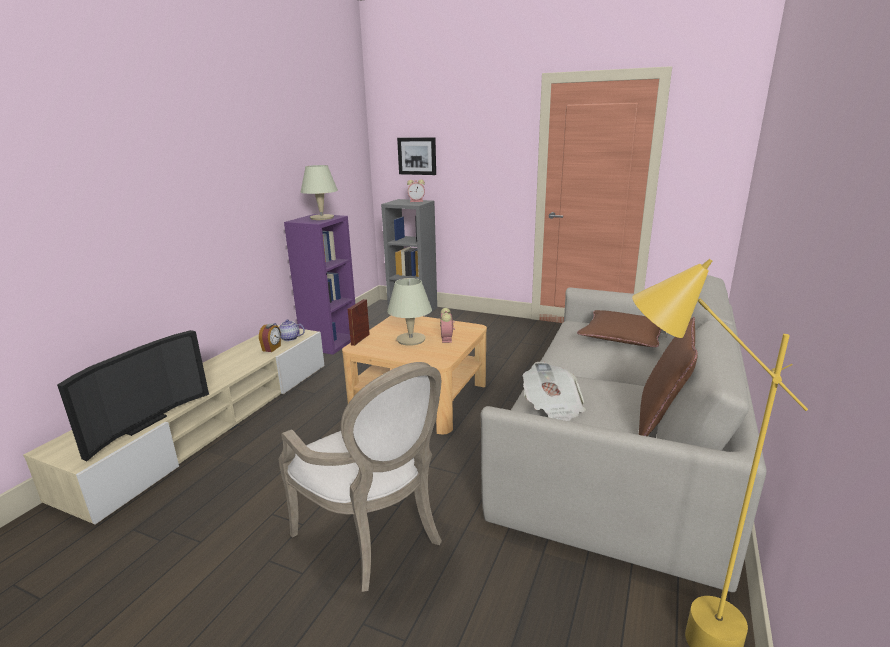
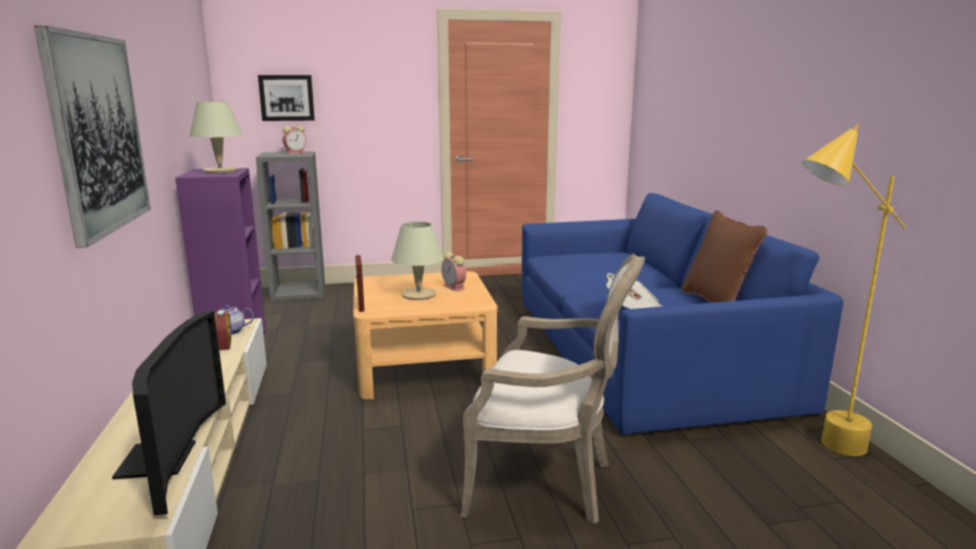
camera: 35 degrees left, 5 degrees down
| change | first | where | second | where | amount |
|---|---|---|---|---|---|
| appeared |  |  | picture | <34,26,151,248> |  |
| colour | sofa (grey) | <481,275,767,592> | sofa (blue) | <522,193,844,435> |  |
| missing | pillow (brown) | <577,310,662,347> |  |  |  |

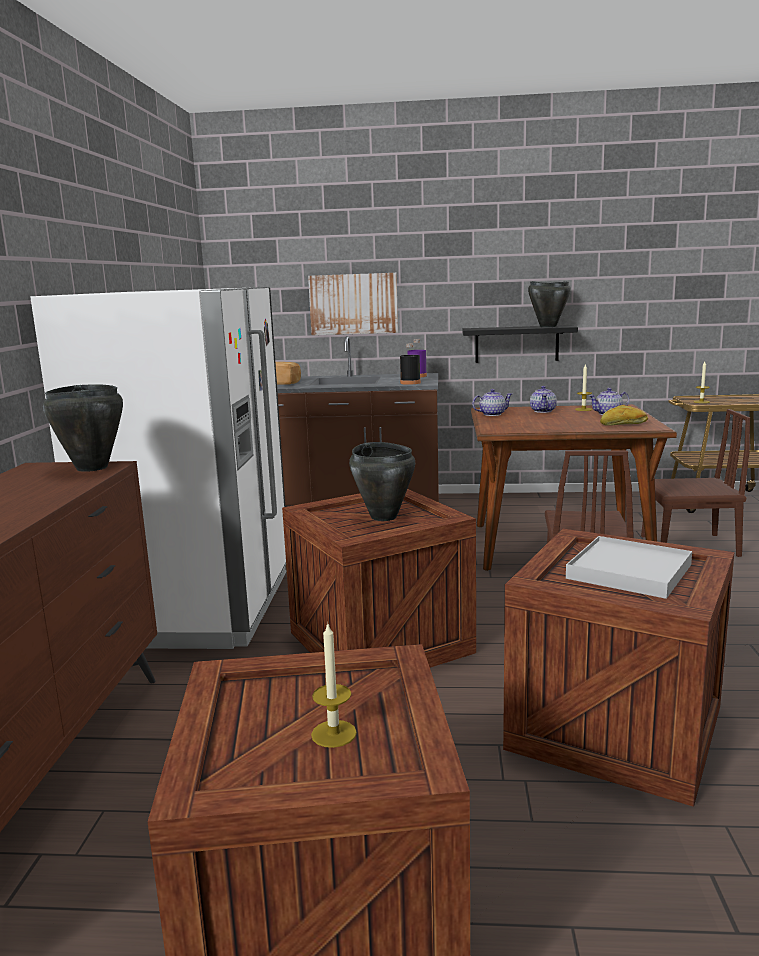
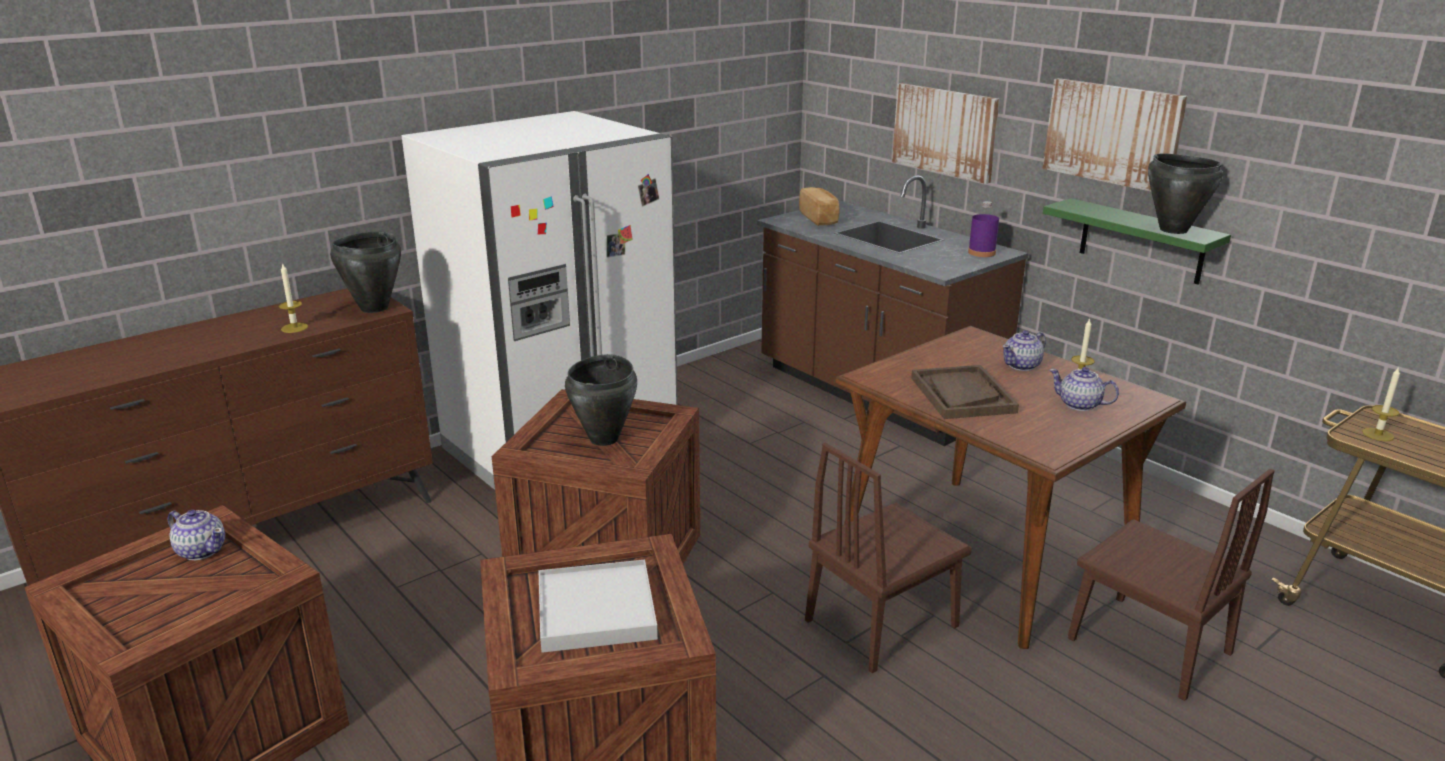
camera: 45 degrees right, 10 degrees up
| change | first | where | second | where | amount |
|---|---|---|---|---|---|
| relocated | teapot | <472,389,512,416> |  | <167,510,225,560> |  |
| relocated | candle | <311,623,357,748> |  | <279,263,308,333> |  |
| appeared |  |  | tray (brown) | <911,365,1019,419> |  |
| appeared |  |  | picture | <1043,78,1188,191> |  |
| colour | shelf (black) | <462,325,578,363> | shelf (green) | <1043,198,1231,285> |  |
| missing | bottle (black) | <400,343,421,385> |  |  |  |
| missing | bread | <600,405,648,425> |  |  |  |

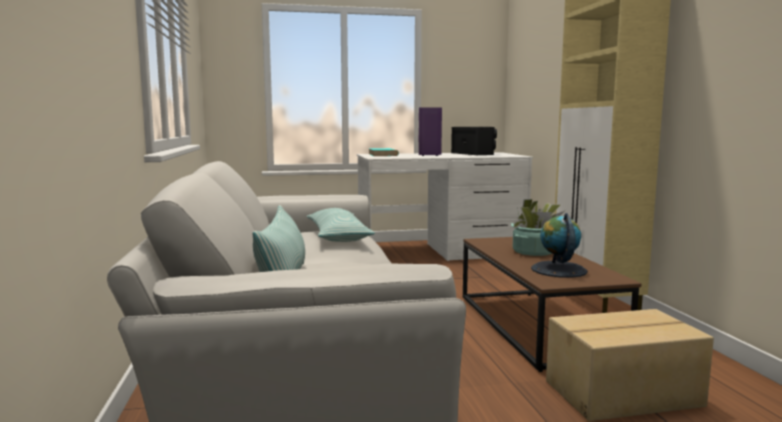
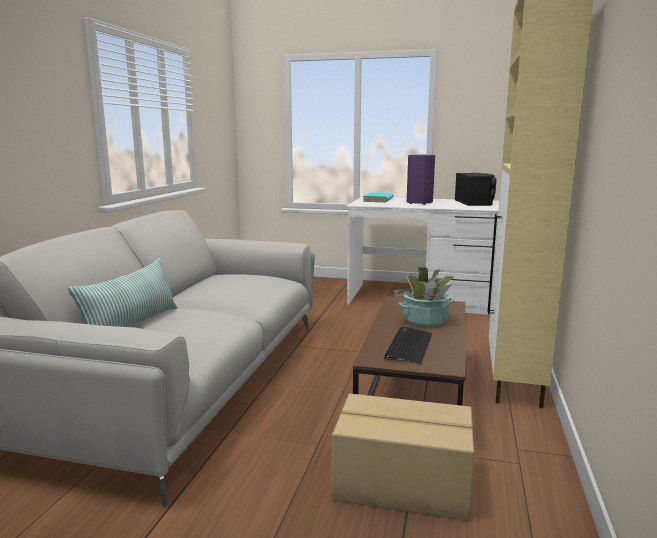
camera: 25 degrees right, 5 degrees up
| change | first | where | second | where | amount |
|---|---|---|---|---|---|
| exchanged | globe | <531,213,587,278> | keyboard | <384,326,432,364> |  |
| missing | pillow | <307,208,375,242> |  |  |  |

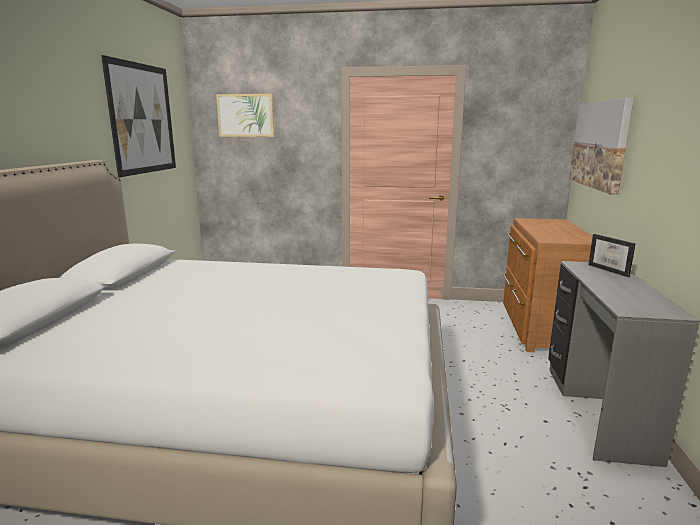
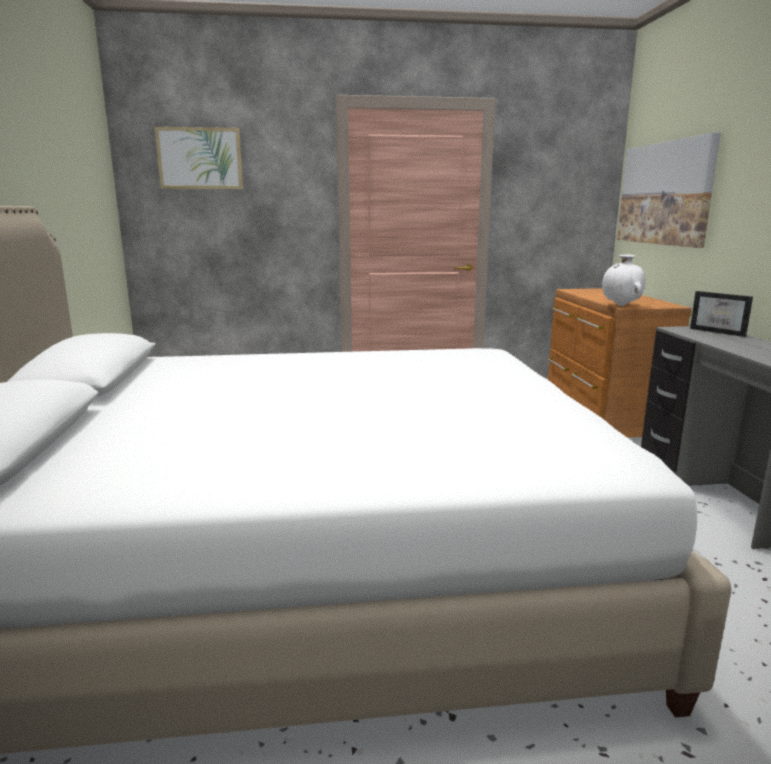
camera: 15 degrees left, 0 degrees up
| change | first | where | second | where | amount |
|---|---|---|---|---|---|
| appeared |  |  | vase (white) | <602,255,645,306> |  |
| missing | picture | <101,55,176,177> |  |  |  |

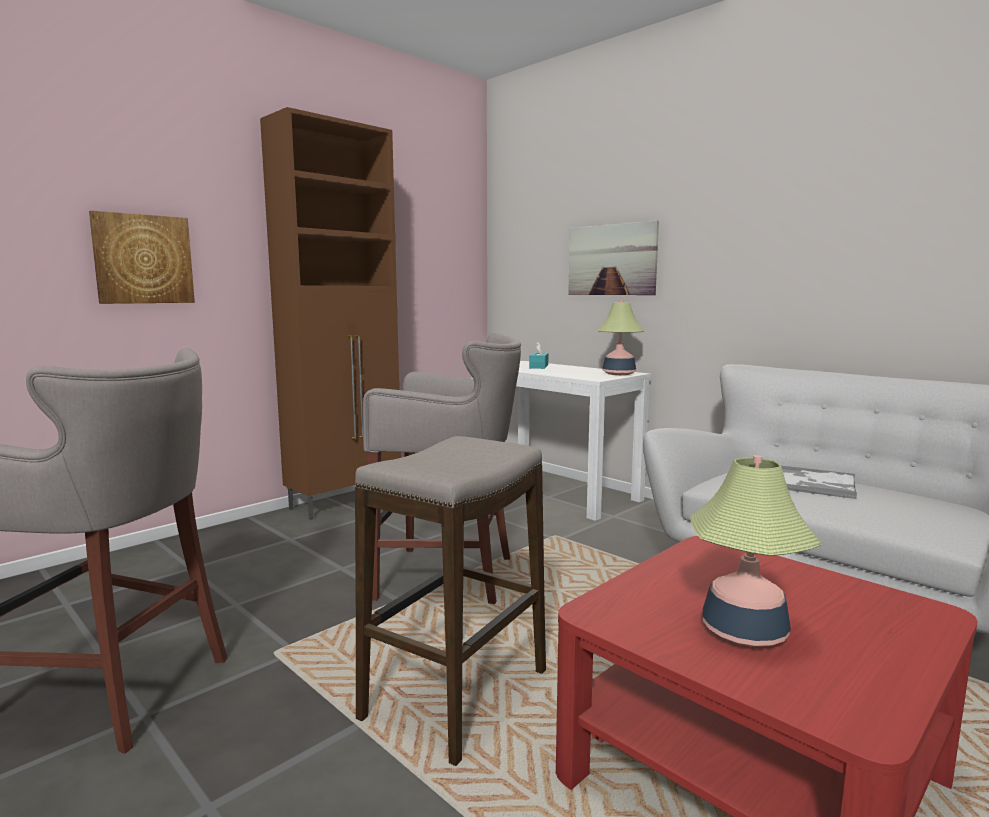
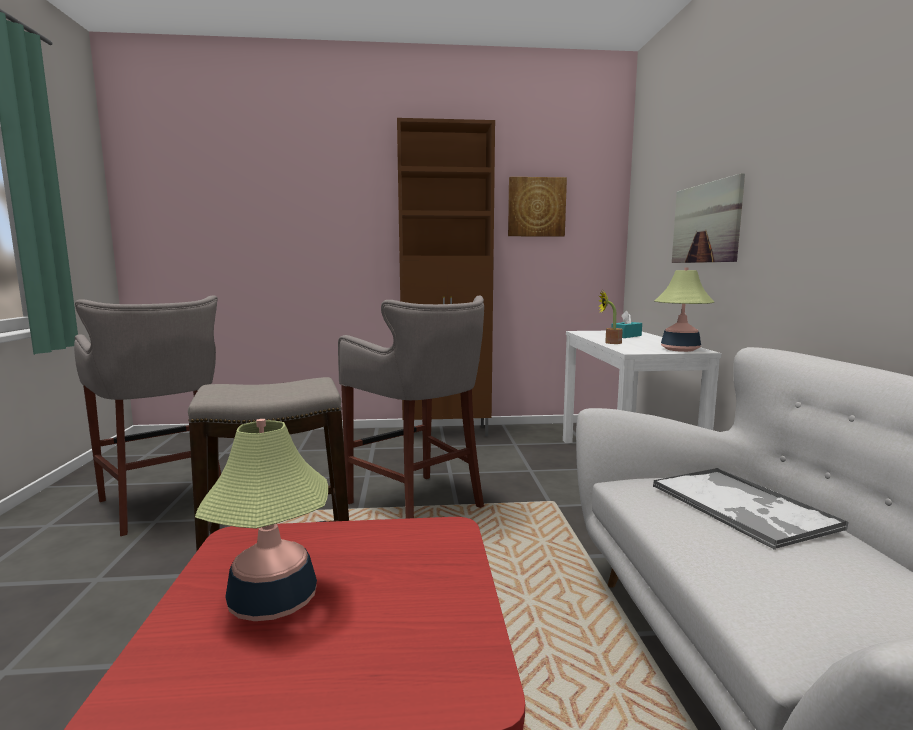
camera: 40 degrees right, 0 degrees up
| change | first | where | second | where | amount |
|---|---|---|---|---|---|
| relocated | picture | <89,210,195,304> |  | <508,177,567,237> |  |
| appeared |  |  | potted plant | <598,291,623,344> |  |

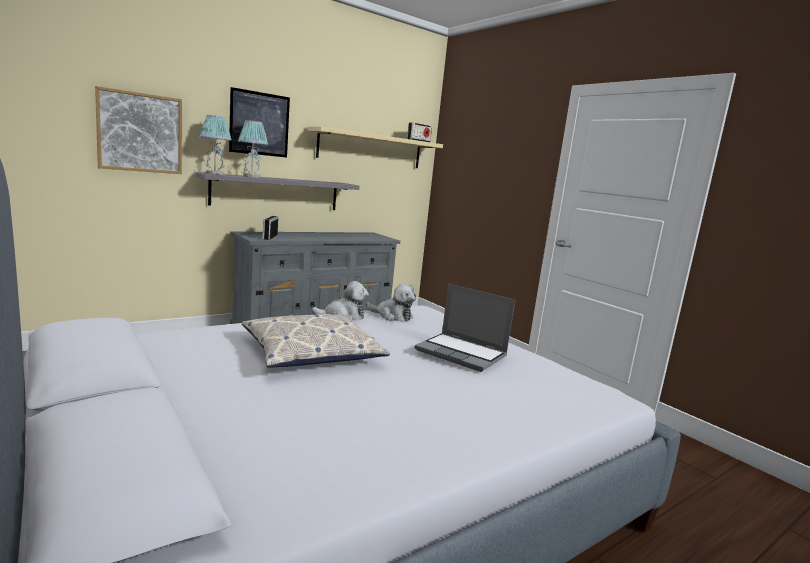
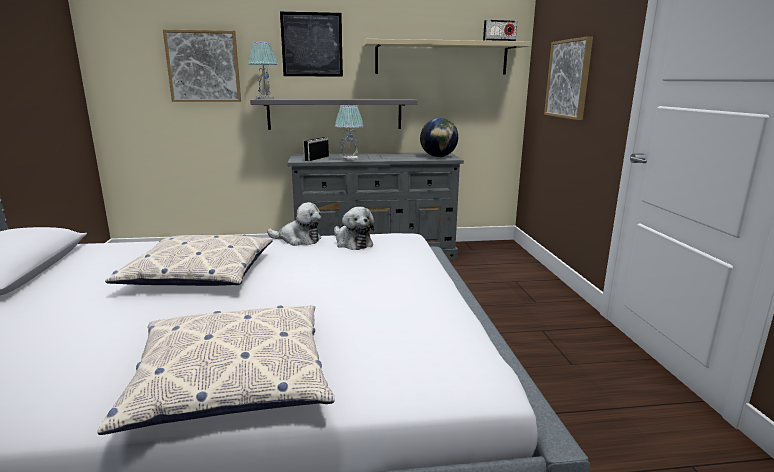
camera: 30 degrees right, 5 degrees up
| change | first | where | second | where | amount |
|---|---|---|---|---|---|
| appeared |  |  | pillow | <97,305,335,435> |  |
| relocated | table lamp | <238,120,268,178> |  | <335,105,364,161> |  |
| appeared |  |  | globe | <420,118,458,157> |  |
| appeared |  |  | picture | <544,36,593,120> |  |
| missing | laptop | <414,284,515,372> |  |  |  |

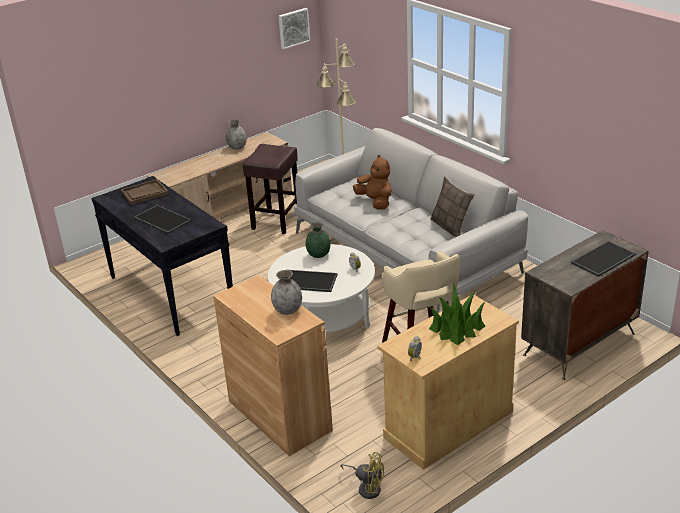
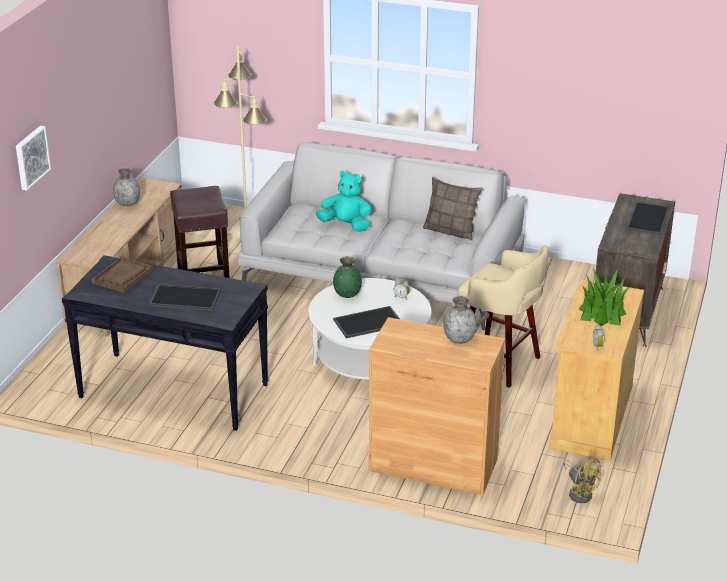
camera: 35 degrees left, 0 degrees up
| change | first | where | second | where | amount |
|---|---|---|---|---|---|
| relocated | picture | <278,8,310,49> |  | <16,126,51,190> |  |
| colour | plush toy (brown) | <353,155,392,209> | plush toy (turquoise) | <316,171,372,232> |  |
| spun | fan (yellow) | <340,452,384,499> |  | <563,456,602,503> | 60 degrees clockwise |

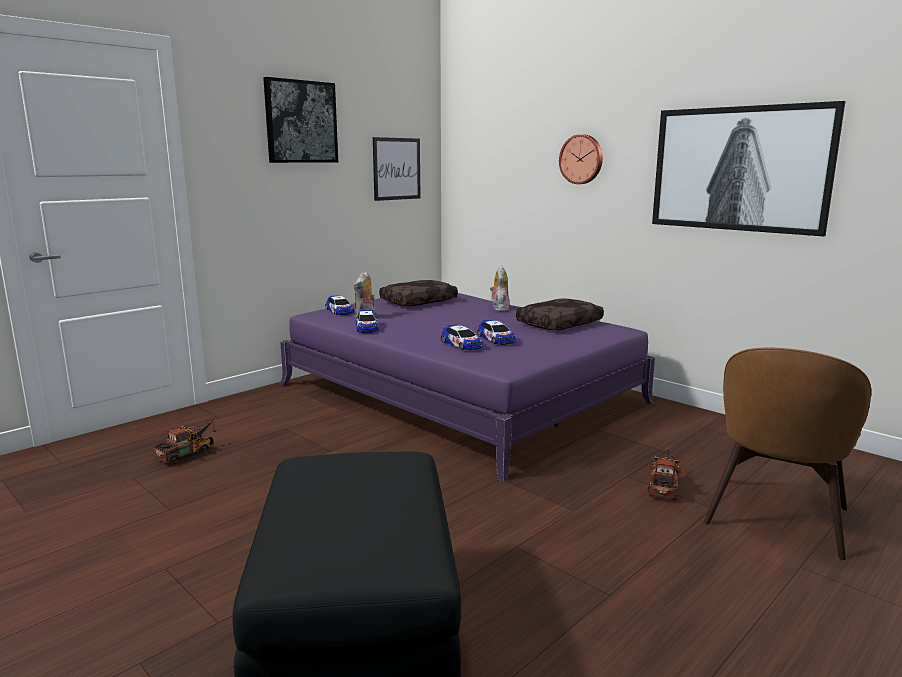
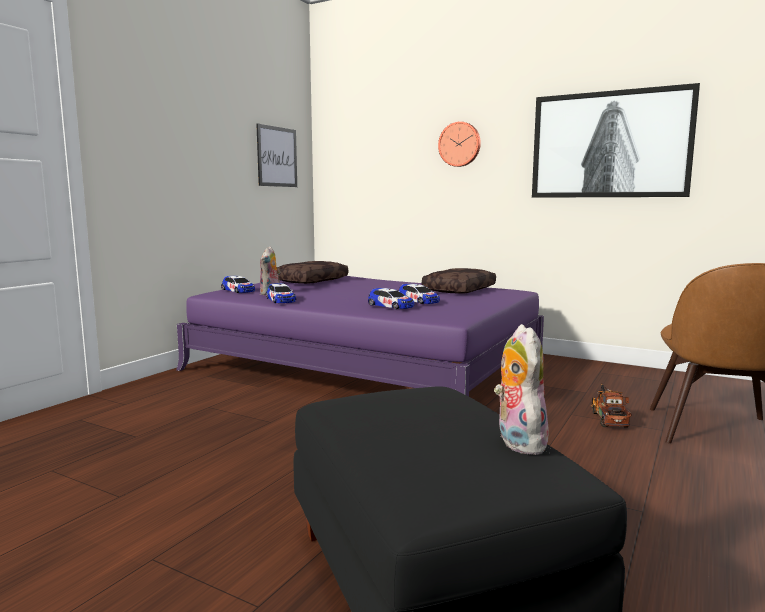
camera: 15 degrees left, 5 degrees down
| change | first | where | second | where | amount |
|---|---|---|---|---|---|
| relocated | plush toy | <490,266,509,311> |  | <494,324,549,455> |  |
| missing | toy truck | <153,420,216,464> |  |  |  |
| missing | picture | <263,77,338,163> |  |  |  |

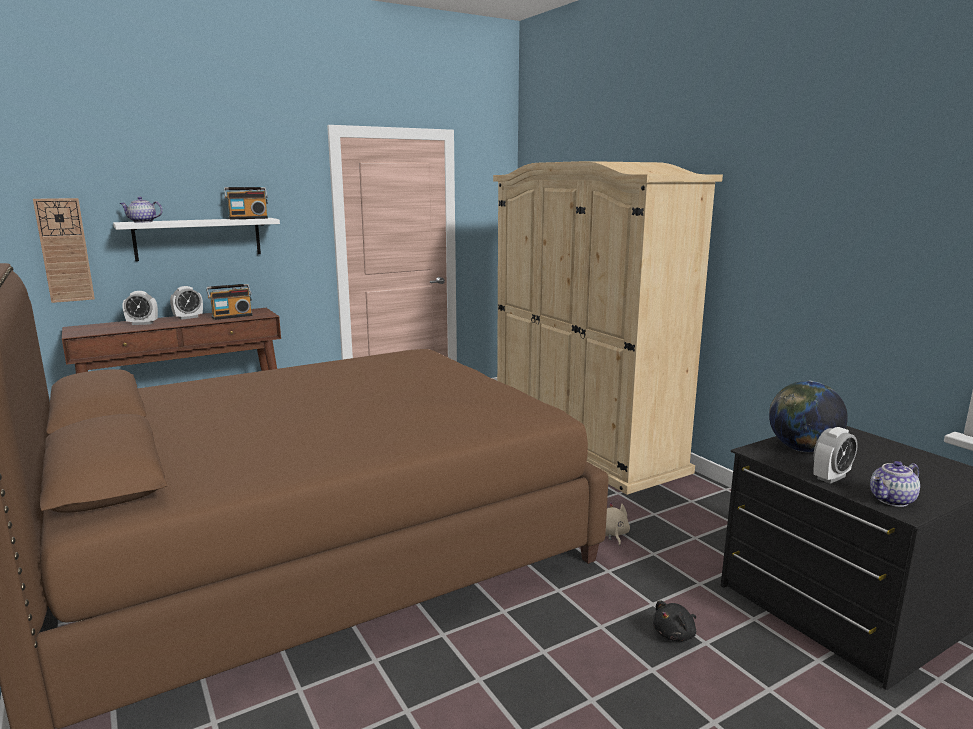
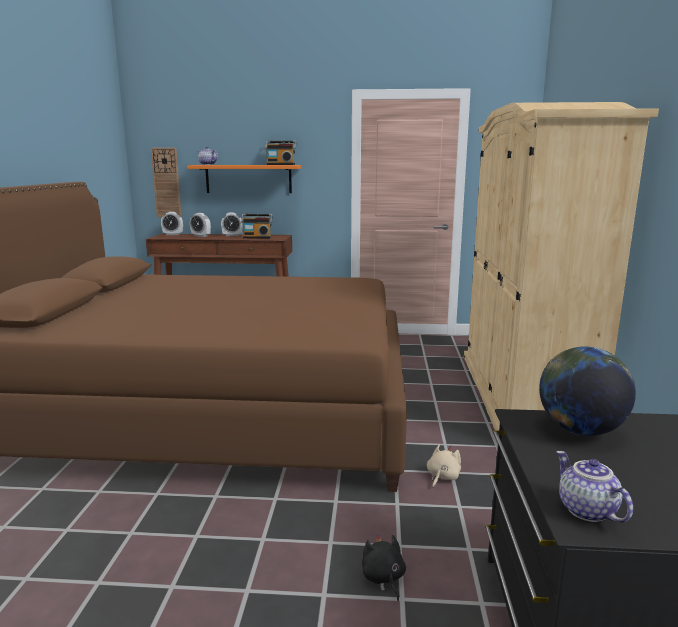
camera: 35 degrees right, 0 degrees up
| change | first | where | second | where | amount |
|---|---|---|---|---|---|
| relocated | alarm clock | <813,427,858,484> |  | <161,212,183,235> |  |
| colour | shelf (white) | <113,218,280,261> | shelf (orange) | <187,165,301,193> |  |
| spun | plush toy (black) | <653,601,696,641> |  | <362,533,406,601> | 75 degrees clockwise |
| spun | teapot | <870,461,920,507> |  | <556,451,633,523> | 60 degrees clockwise |

